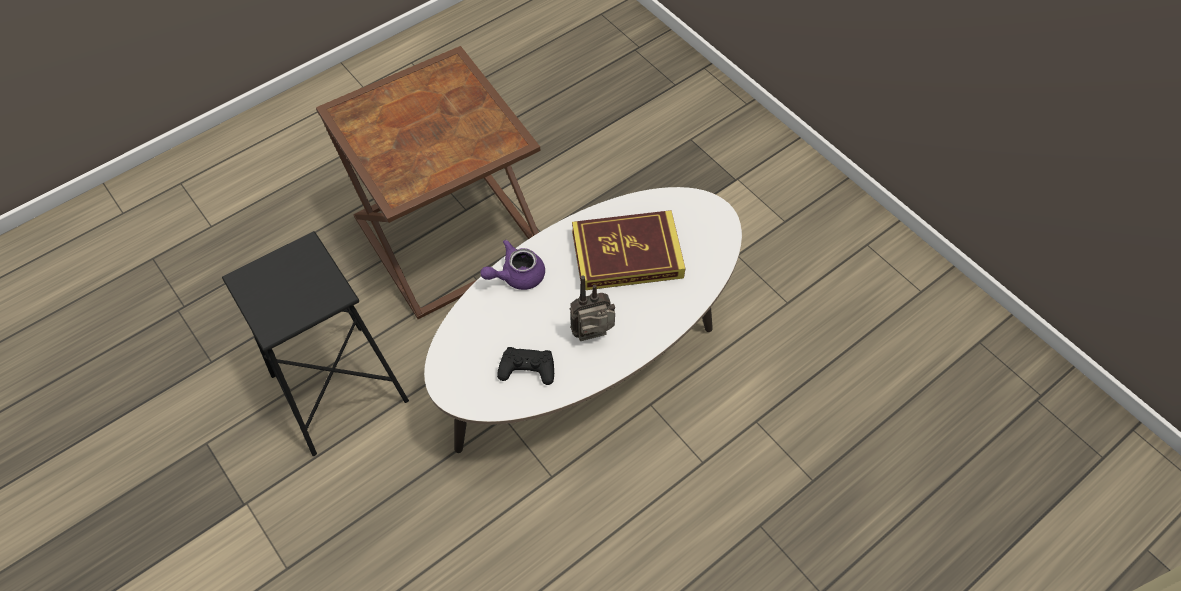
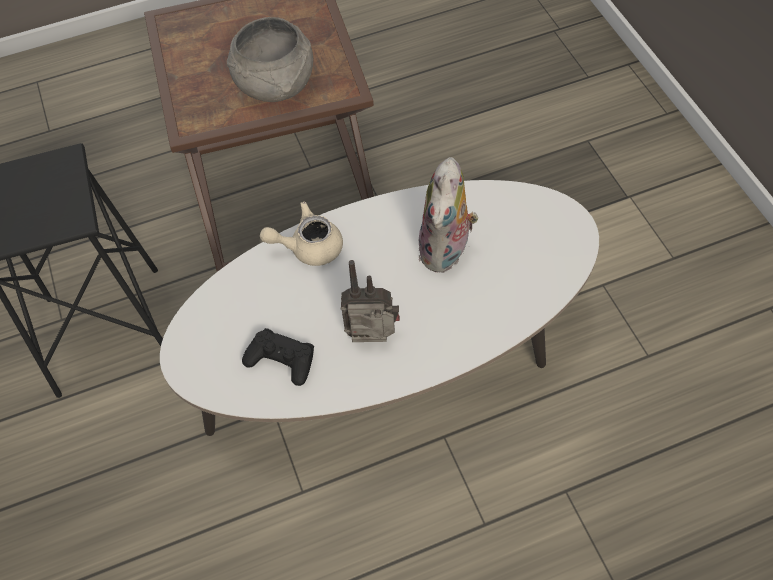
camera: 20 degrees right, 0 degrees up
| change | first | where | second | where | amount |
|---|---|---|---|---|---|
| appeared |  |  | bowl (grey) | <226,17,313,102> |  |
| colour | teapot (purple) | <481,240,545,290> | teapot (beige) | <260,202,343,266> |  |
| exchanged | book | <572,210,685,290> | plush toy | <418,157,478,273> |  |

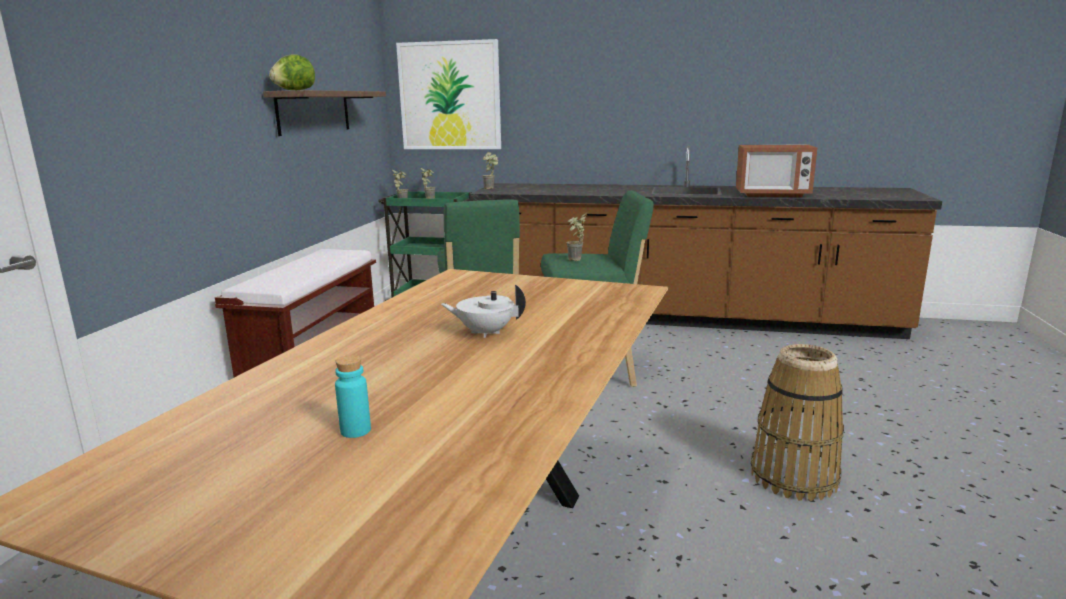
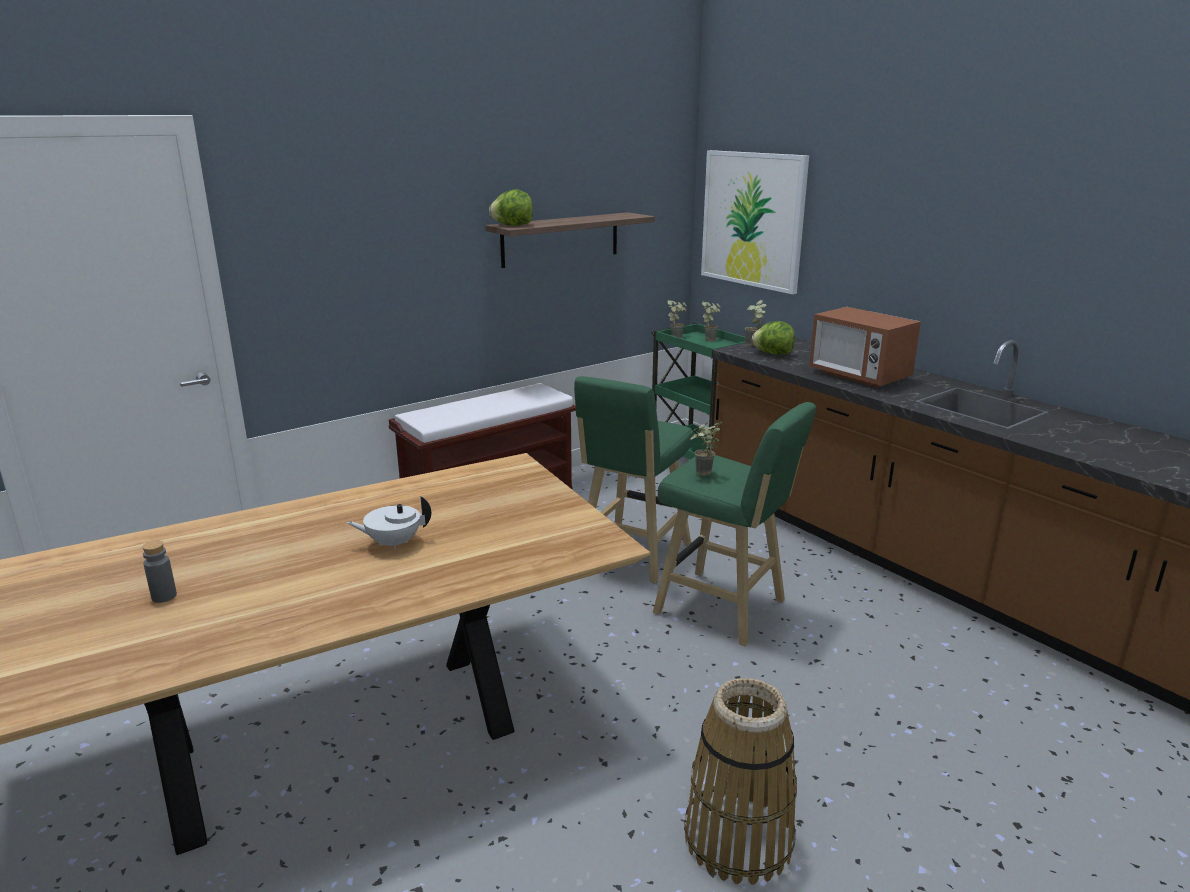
camera: 40 degrees right, 5 degrees up
| change | first | where | second | where | amount |
|---|---|---|---|---|---|
| colour | bottle (turquoise) | <335,355,371,438> | bottle (grey) | <142,540,177,603> |  |
| spun | teapot (white) | <441,284,526,338> |  | <346,496,431,550> | 60 degrees counterclockwise |
| appeared |  |  | lettuce | <752,321,795,355> |  |
| relocated | microwave | <736,145,817,197> |  | <809,307,921,387> |  |

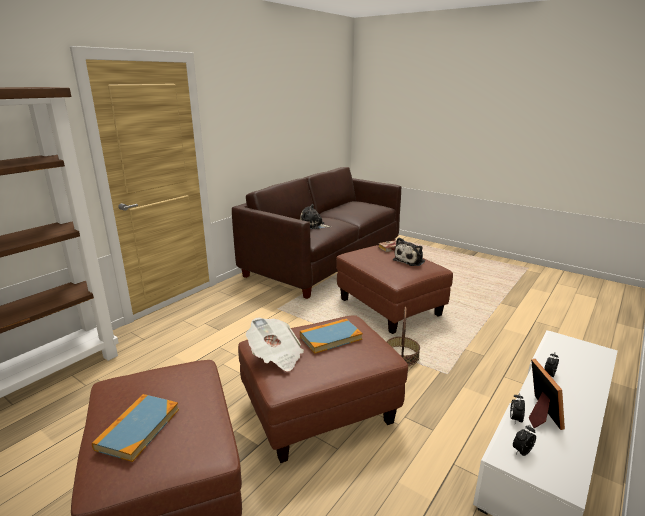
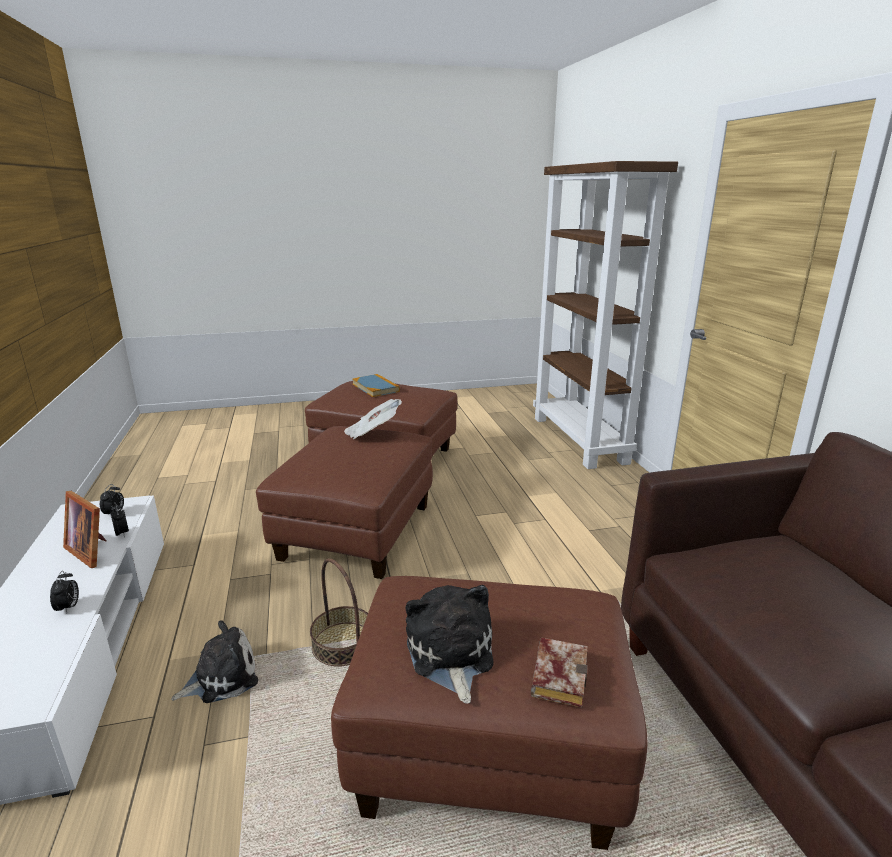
camera: 130 degrees right, 0 degrees up
| change | first | where | second | where | amount |
|---|---|---|---|---|---|
| relocated | plush toy | <300,204,331,229> |  | <171,620,258,703> |  |
| missing | book | <300,319,363,354> |  |  |  |

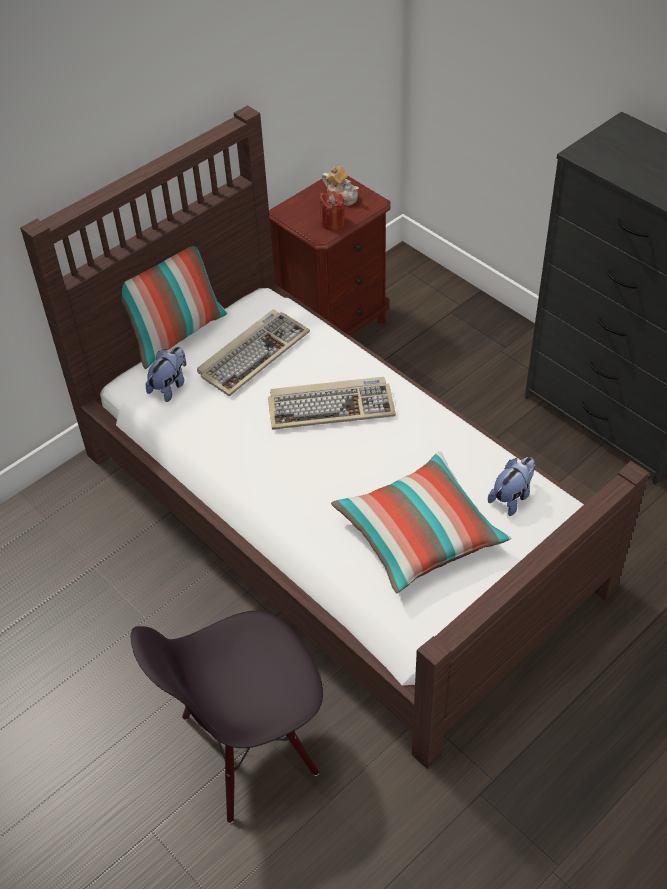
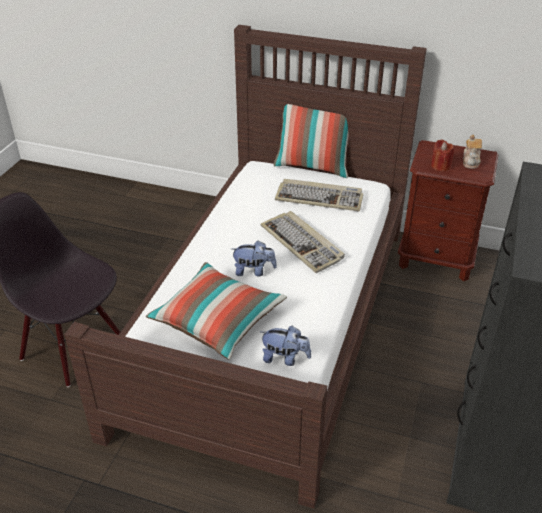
camera: 60 degrees right, 10 degrees down
| change | first | where | second | where | amount |
|---|---|---|---|---|---|
| relocated | plush toy | <146,347,186,402> |  | <232,240,277,276> |  |

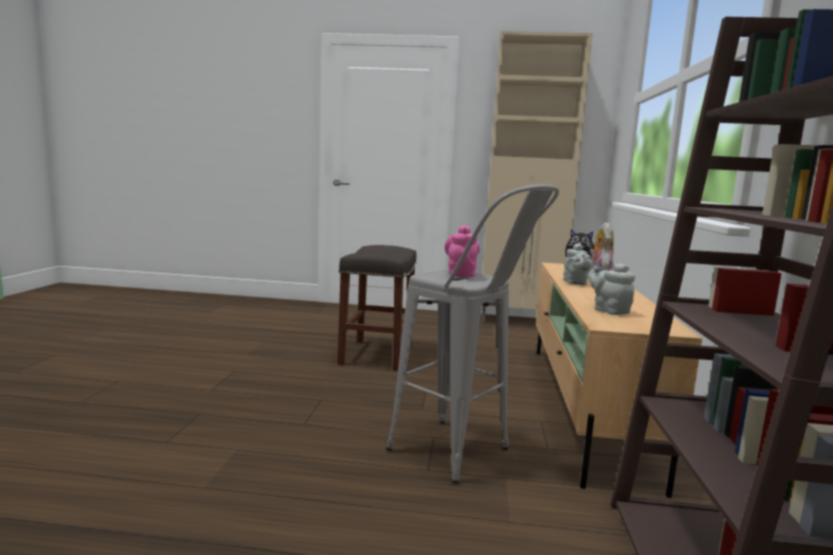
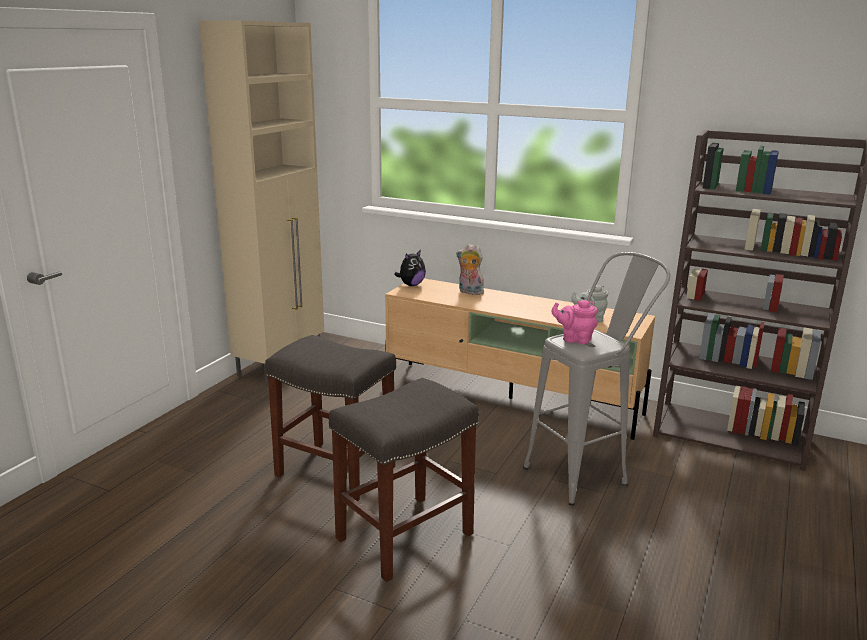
camera: 70 degrees left, 10 degrees up
| change | first | where | second | where | amount |
|---|---|---|---|---|---|
| appeared |  |  | stool (grey) | <329,378,479,582> |  |
| missing | teapot (grey) | <563,243,593,285> |  |  |  |

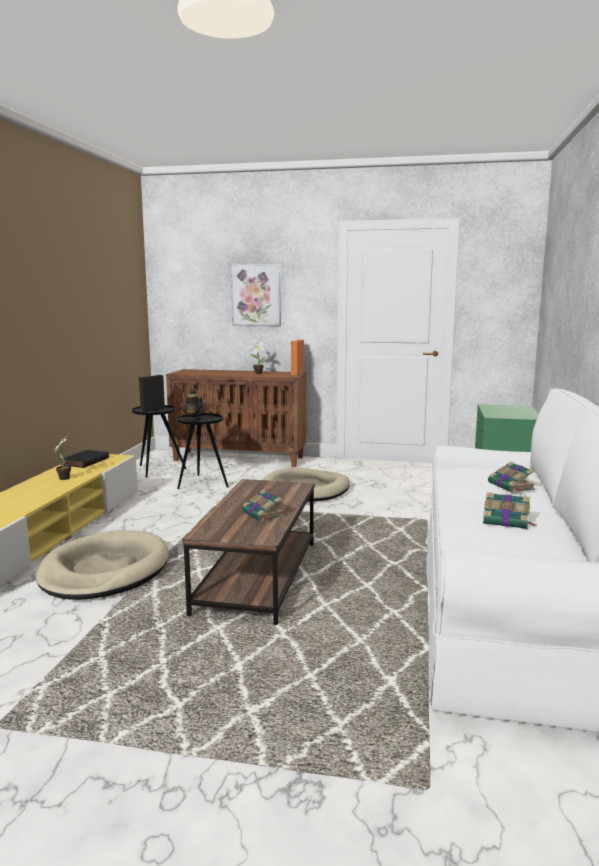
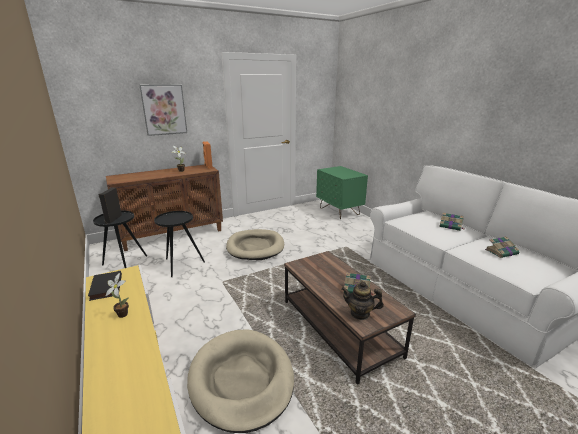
camera: 40 degrees left, 10 degrees up
| change | first | where | second | where | amount |
|---|---|---|---|---|---|
| relocated | teapot | <183,389,205,421> |  | <342,281,384,320> |  |

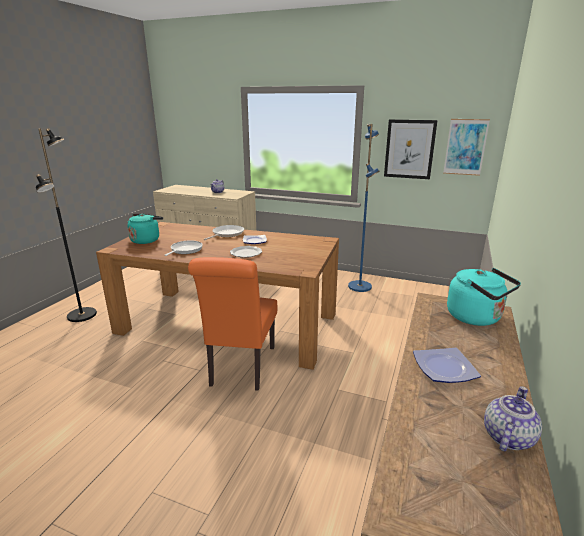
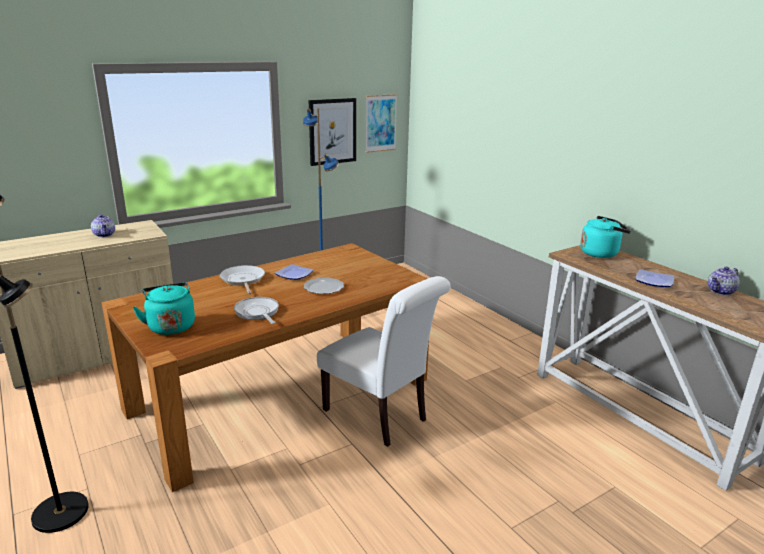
camera: 55 degrees left, 0 degrees up
| change | first | where | second | where | amount |
|---|---|---|---|---|---|
| colour | chair (orange) | <188,257,277,391> | chair (white) | <317,276,451,447> |  |
| spun | teapot | <484,386,542,451> |  | <708,267,740,295> | 105 degrees counterclockwise |

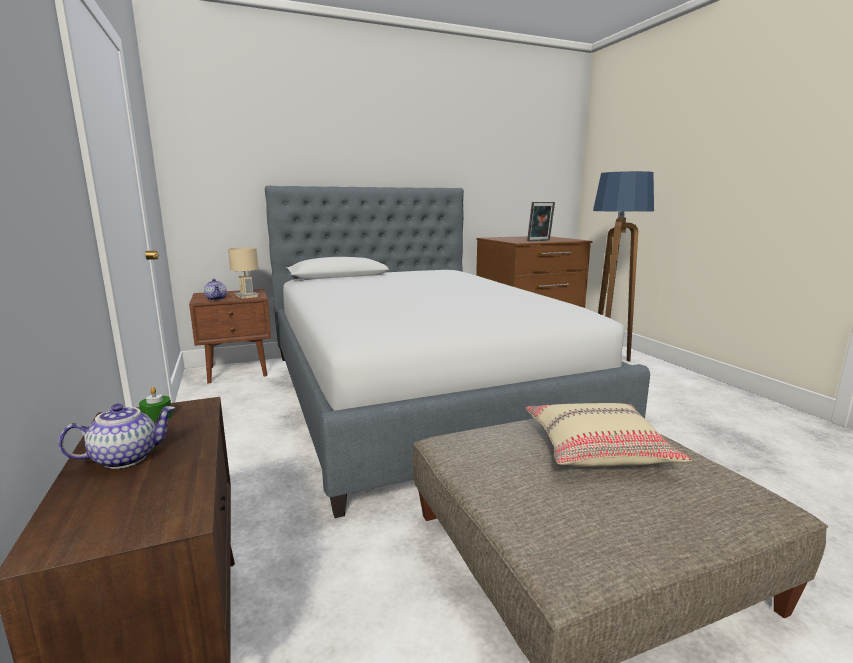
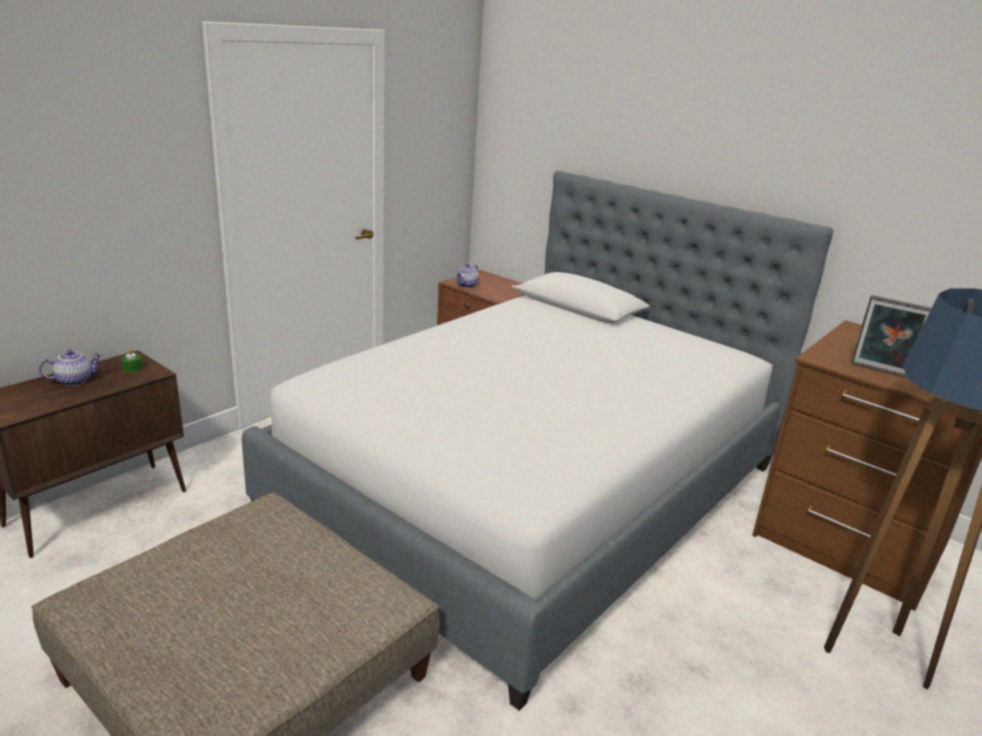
camera: 60 degrees right, 10 degrees up
| change | first | where | second | where | amount |
|---|---|---|---|---|---|
| spun | teapot | <58,404,175,469> |  | <39,350,102,386> | 60 degrees counterclockwise |
| missing | table lamp (beige) | <228,247,259,299> |  |  |  |
| missing | pillow (beige) | <525,403,692,467> |  |  |  |

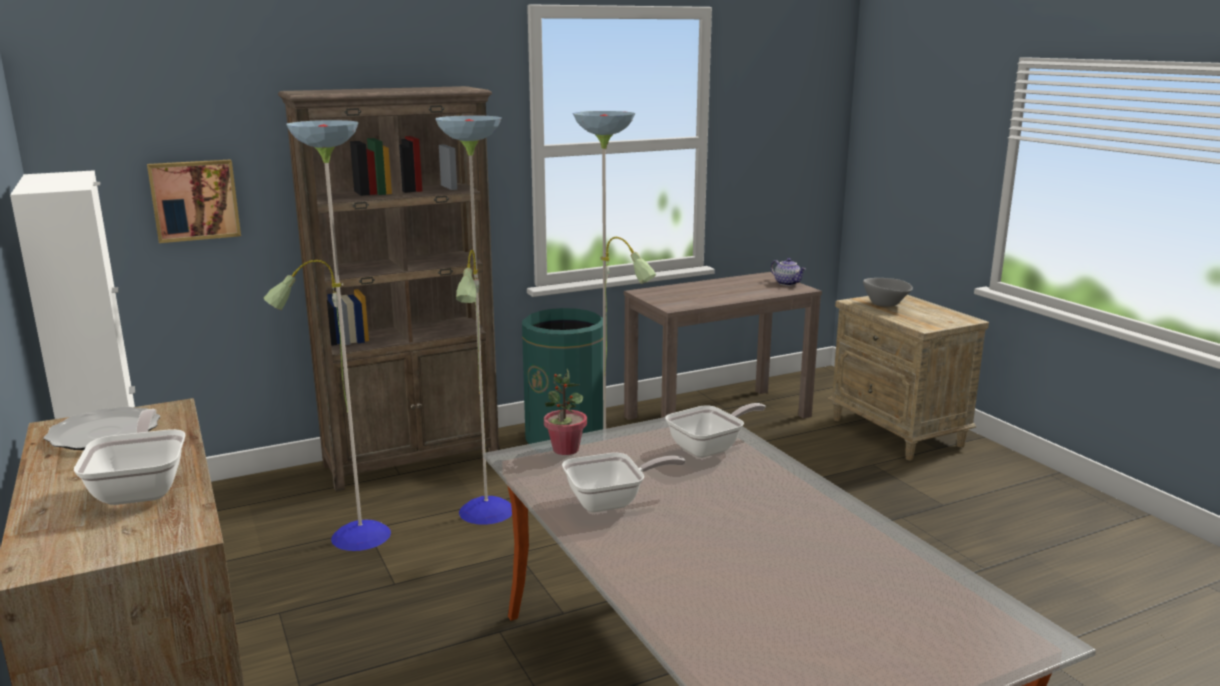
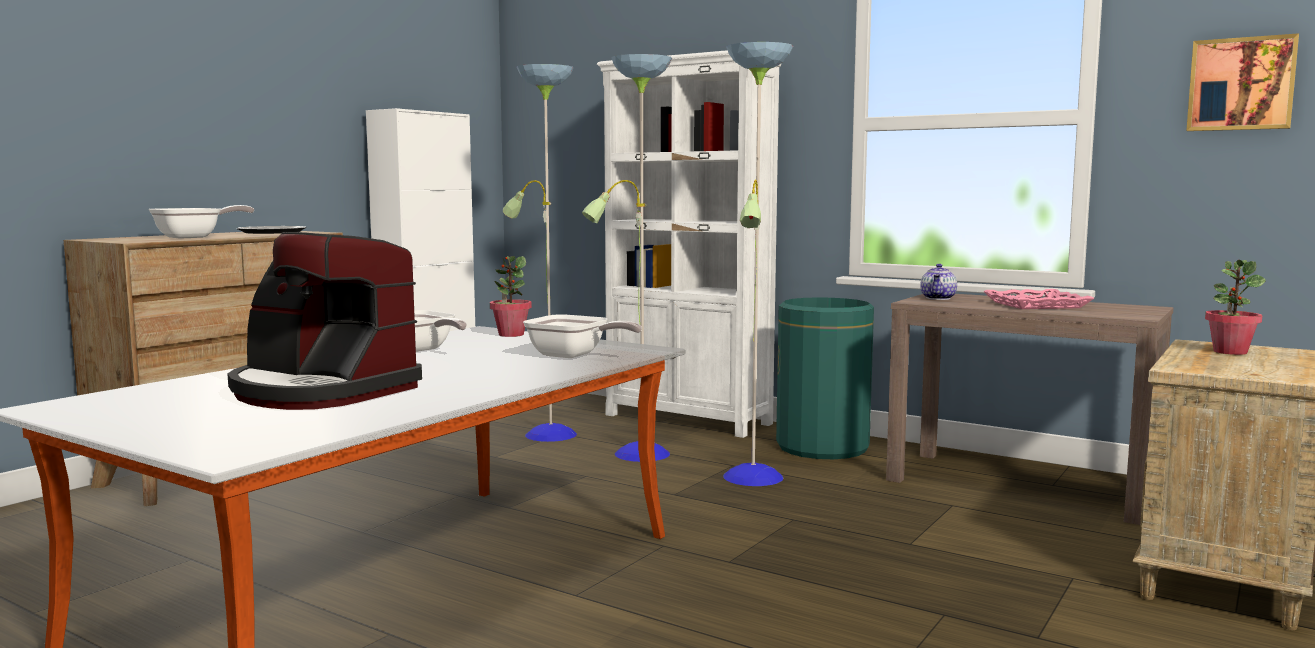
camera: 60 degrees right, 10 degrees down
| change | first | where | second | where | amount |
|---|---|---|---|---|---|
| appeared |  |  | coffee machine | <227,232,422,410> |  |
| colour | bookcase (brown) | <278,86,500,491> | bookcase (white) | <597,50,781,438> |  |
| relocated | teapot | <771,258,806,286> |  | <920,264,957,300> |  |
| appeared |  |  | tray (pink) | <983,289,1094,309> |  |
| relocated | picture | <147,159,241,243> |  | <1186,33,1299,131> |  |
| exchanged | bowl (grey) | <863,278,913,307> | potted plant | <1205,260,1266,355> |  |

